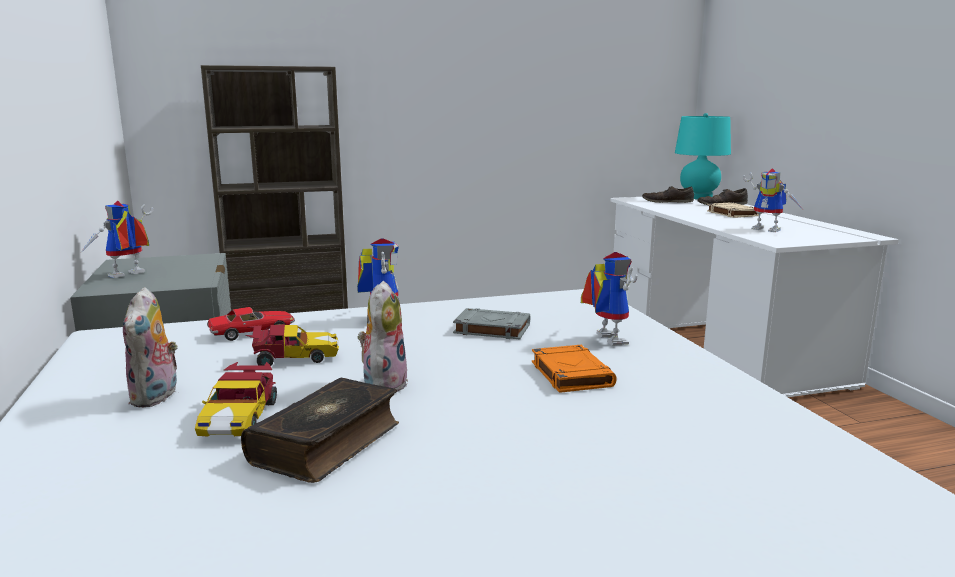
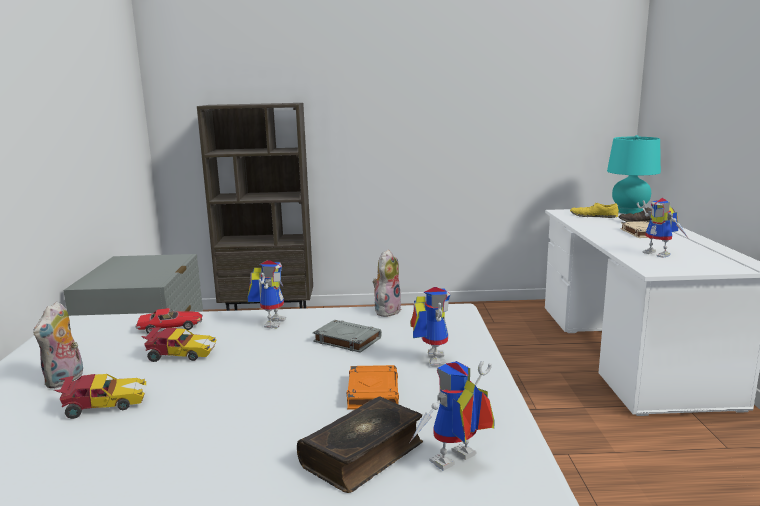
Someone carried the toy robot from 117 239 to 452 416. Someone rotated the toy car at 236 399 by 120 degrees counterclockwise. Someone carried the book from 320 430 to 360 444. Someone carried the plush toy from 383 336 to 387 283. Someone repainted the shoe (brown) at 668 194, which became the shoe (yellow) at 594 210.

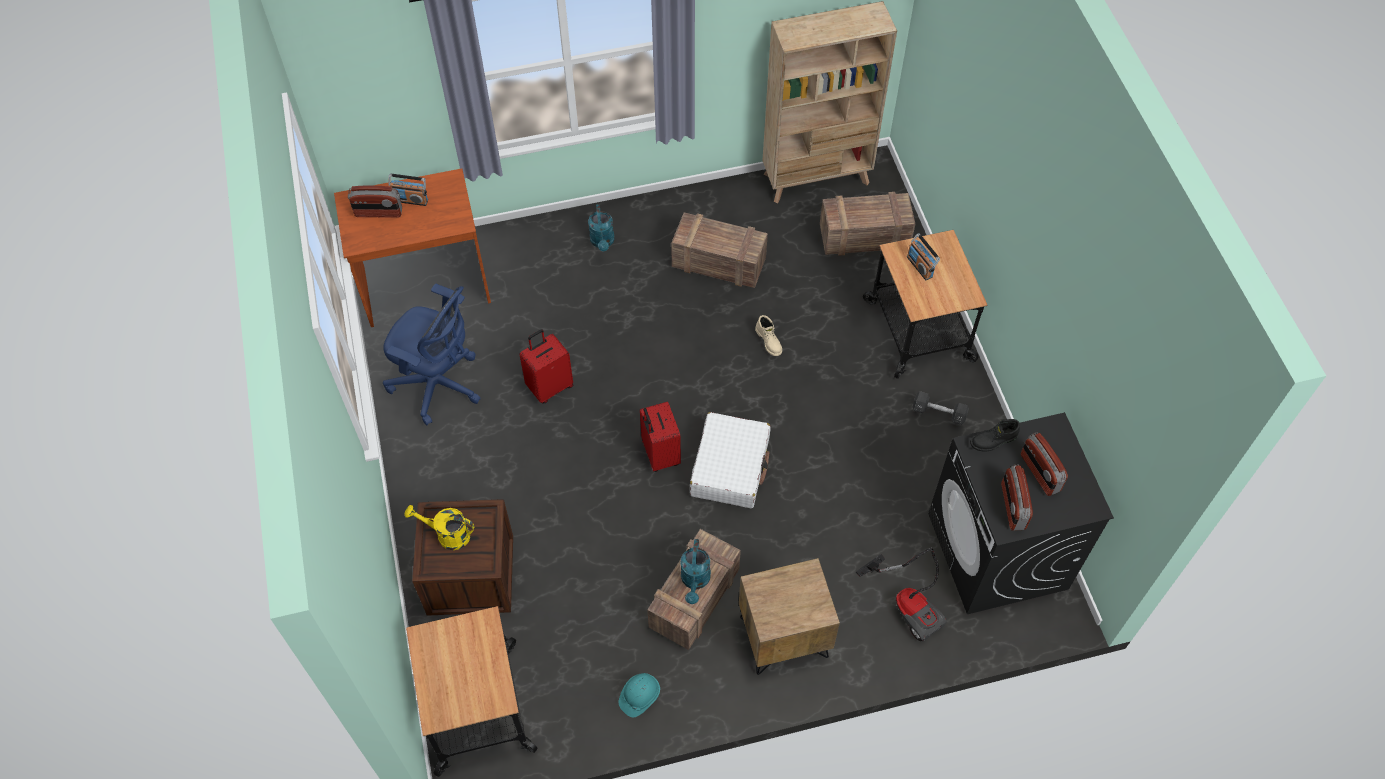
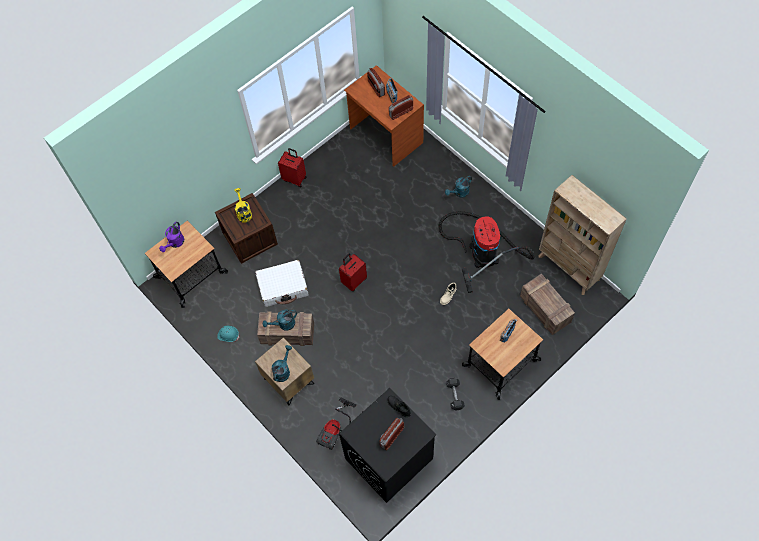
Someone took away the office chair (blue) at 432 354. Someone carried the suitcase (red) from 546 366 to 292 167. Someone swapped the crate at 719 250 for the vacuum cleaner at 486 252. Someone carried the suitcase (white) from 730 460 to 282 283. Someone carried the radio from 1017 497 to 401 107. Someone put down the watering can (purple) at 171 237. Someone put down the watering can (turquoise) at 282 363.

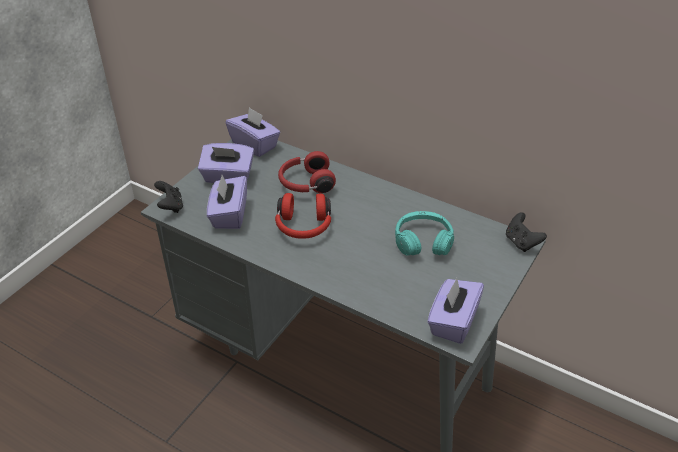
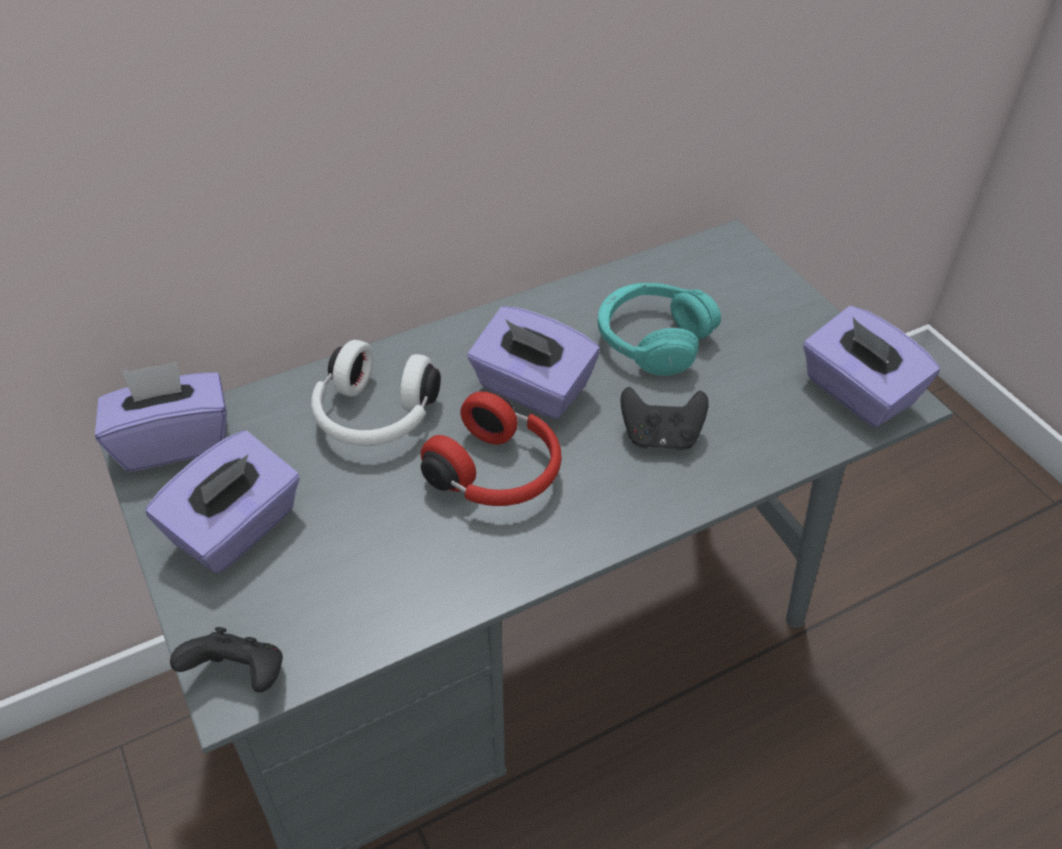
Someone carried the tissue box (purple) from 227 202 to 534 362. Someone repainted the headphones (red) at 307 172, which became the headphones (white) at 376 393. Someone carried the game controller (black) from 526 232 to 664 418.

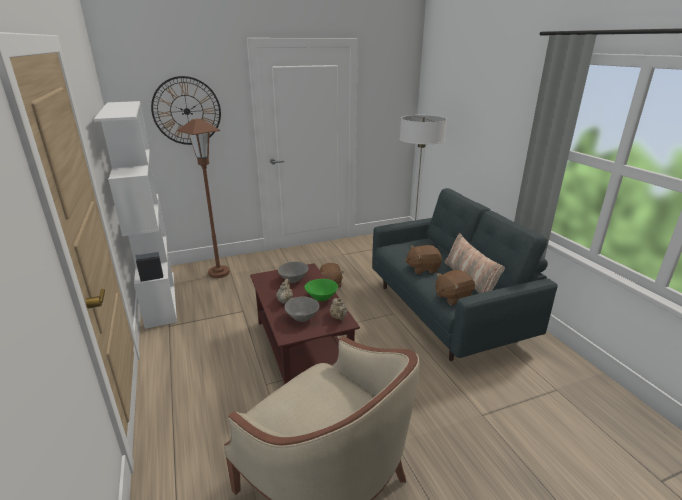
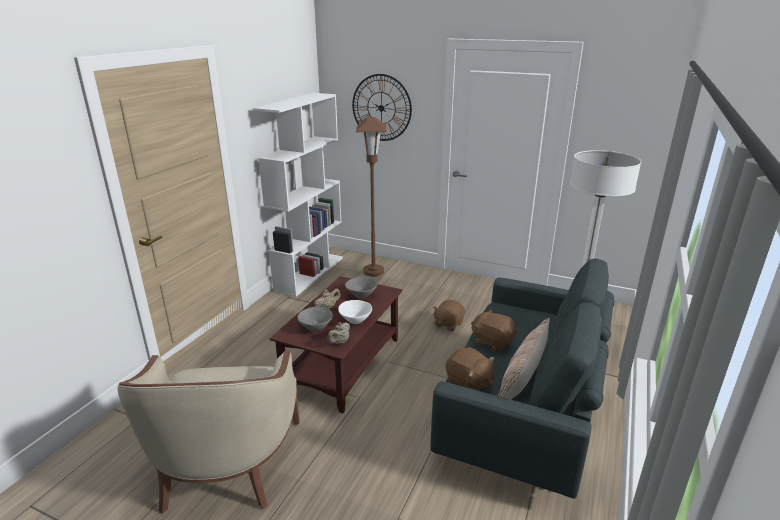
Someone repainted the bowl (green) at 321 290, which became the bowl (white) at 355 312. Someone rotated the plush toy (brown) at 455 287 by 150 degrees counterclockwise.

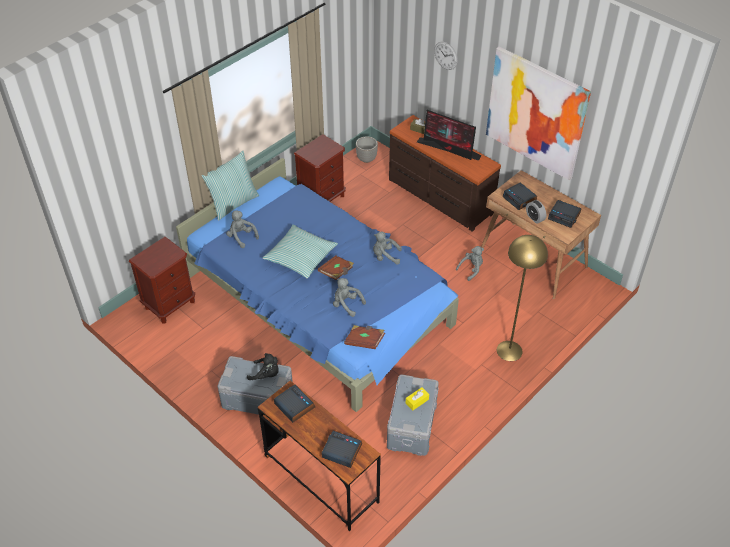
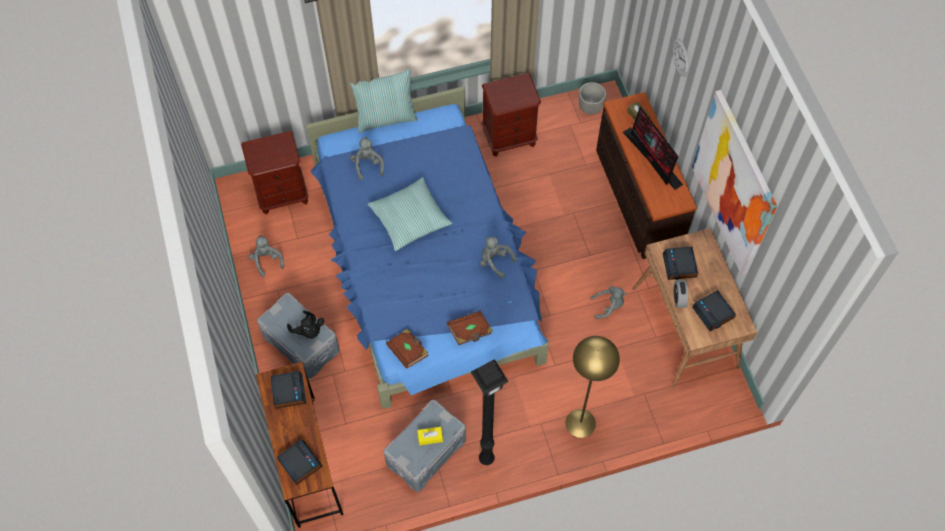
Someone carried the book (brown) from 336 268 to 470 328. Someone carried the plush toy (grey) from 349 297 to 266 256. Someone put down the floor lamp (black) at 490 412.

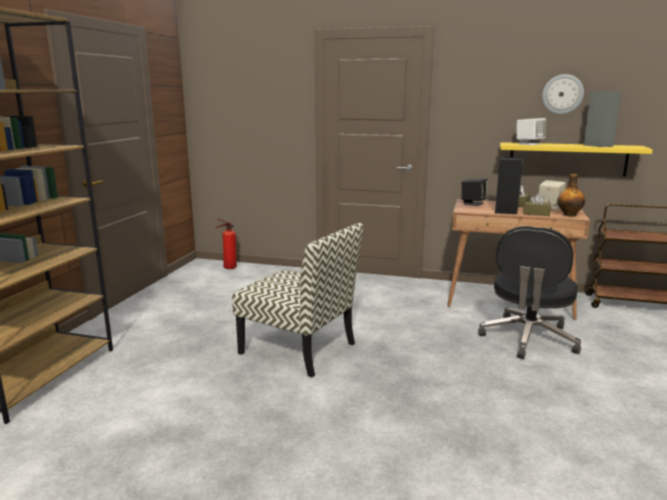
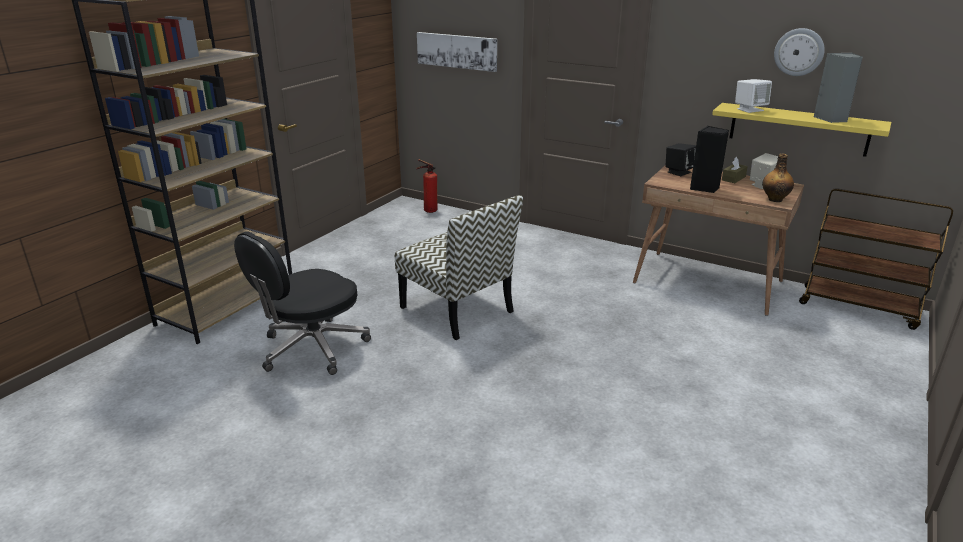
Someone carried the office chair (black) from 529 292 to 302 303. Someone took away the tissue box (brown) at 537 204. Someone put up the picture at 457 52.

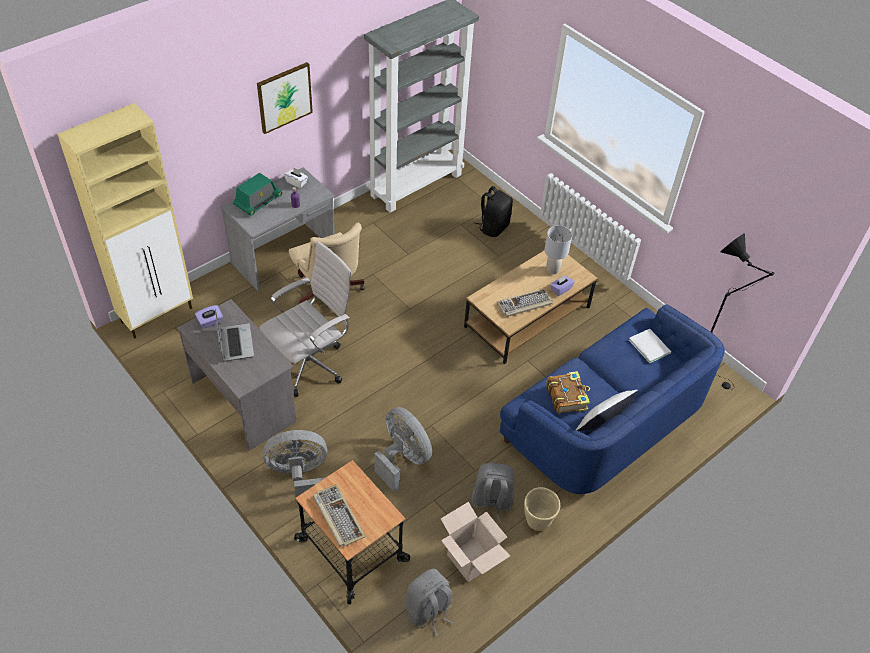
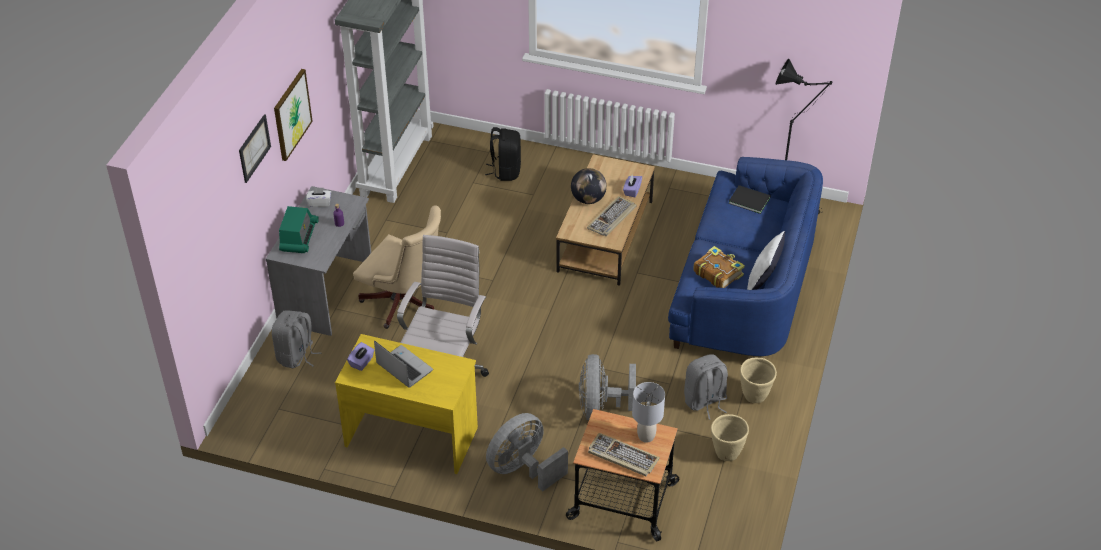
Someone took away the cabinet (beige) at 125 221. Someone repainted the desk (grey) at 237 375, which became the desk (yellow) at 406 404. Someone rotated the fan (grey) at 403 449 by 105 degrees counterclockwise. Someone carried the backpack (grey) from 429 602 to 296 339. Someone swapped the cardboard box at 475 542 for the planter (beige) at 730 437. Someone carried the table lamp (grey) from 558 250 to 648 412. Someone repainted the book (white) at 650 346, which became the book (black) at 750 199. Someone put up the picture at 255 148. Someone put down the globe at 589 186.

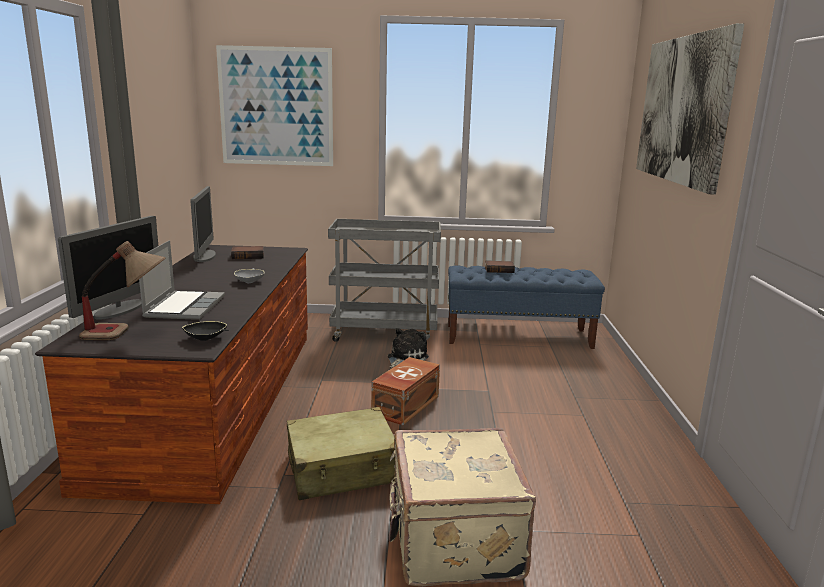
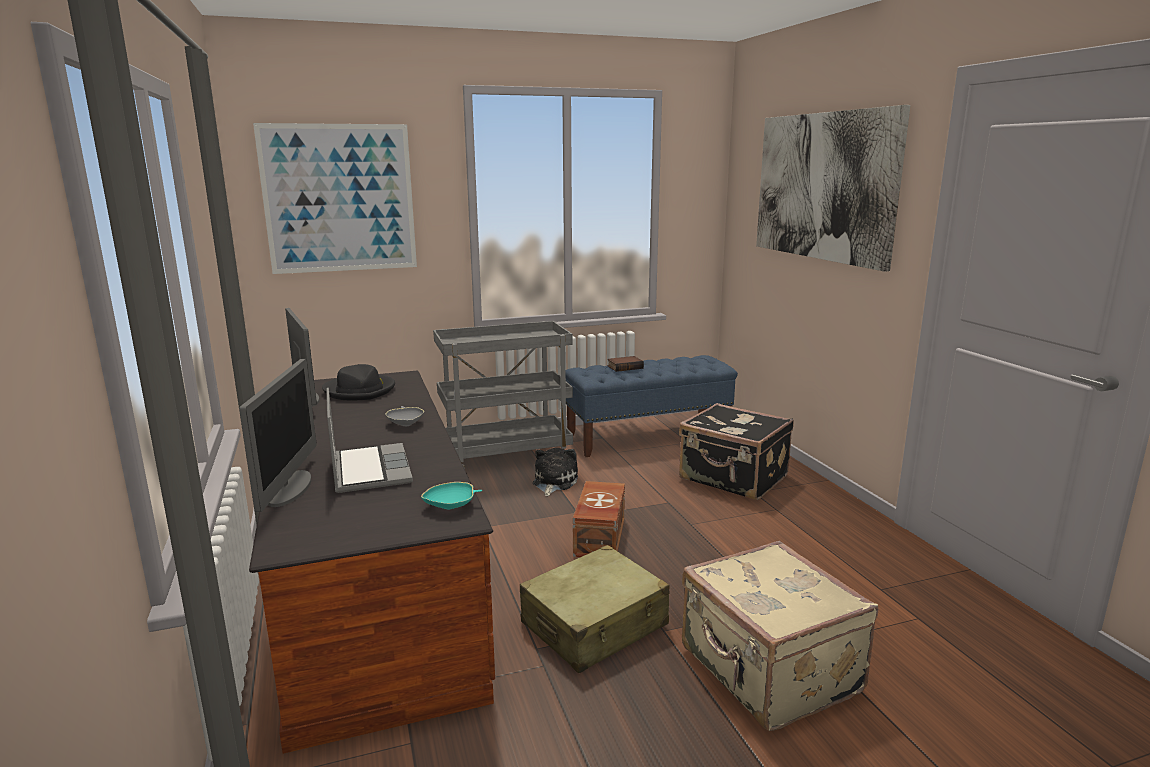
Someone took away the table lamp at 122 290. Someone repainted the bowl (black) at 205 331, which became the bowl (turquoise) at 451 495. Someone swapped the book at 247 252 for the hat (black) at 358 382. Someone put down the suitcase (black) at 736 451.

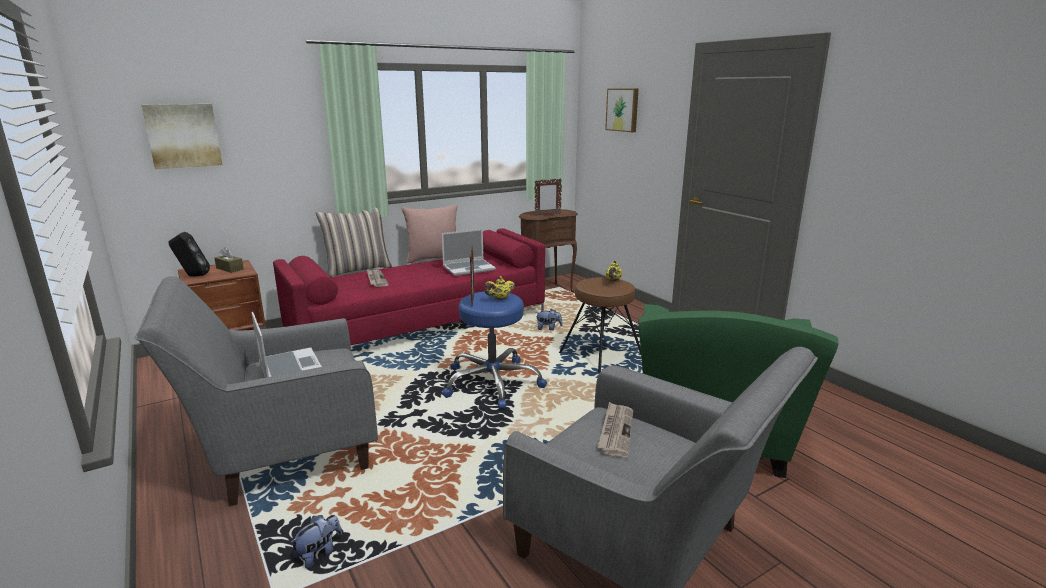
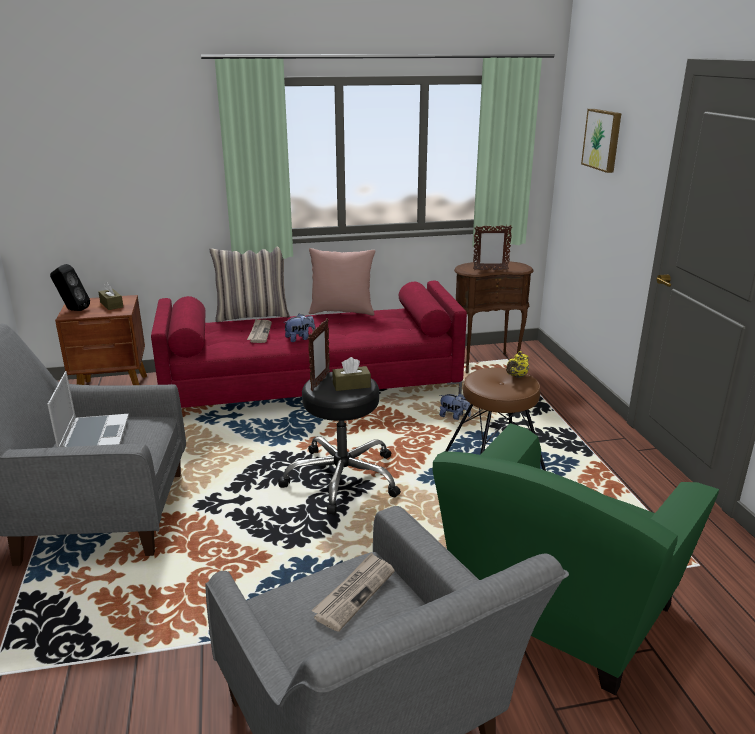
Someone took away the picture at 182 136. Someone carried the plush toy from 316 542 to 299 328. Someone took away the laptop at 469 252. Someone repainted the stool (blue) at 494 350, which became the stool (black) at 339 443. Someone swapped the teapot (yellow) at 499 288 for the tissue box (brown) at 351 374.

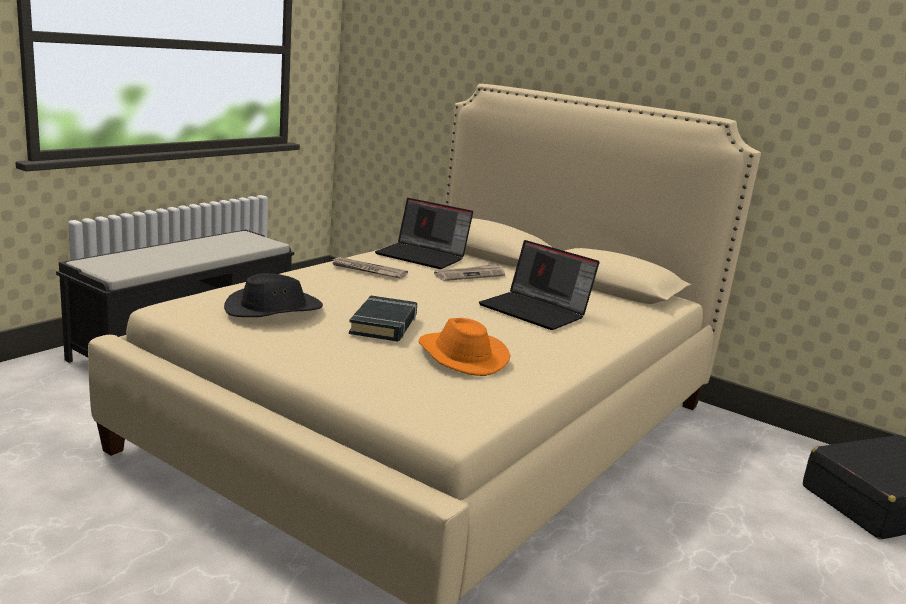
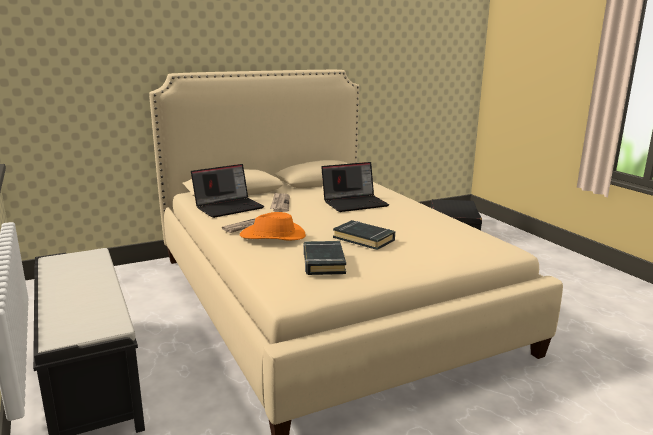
Someone swapped the hat (black) at 273 295 for the book (black) at 324 258. Someone carried the hat (orange) from 465 347 to 273 226.

